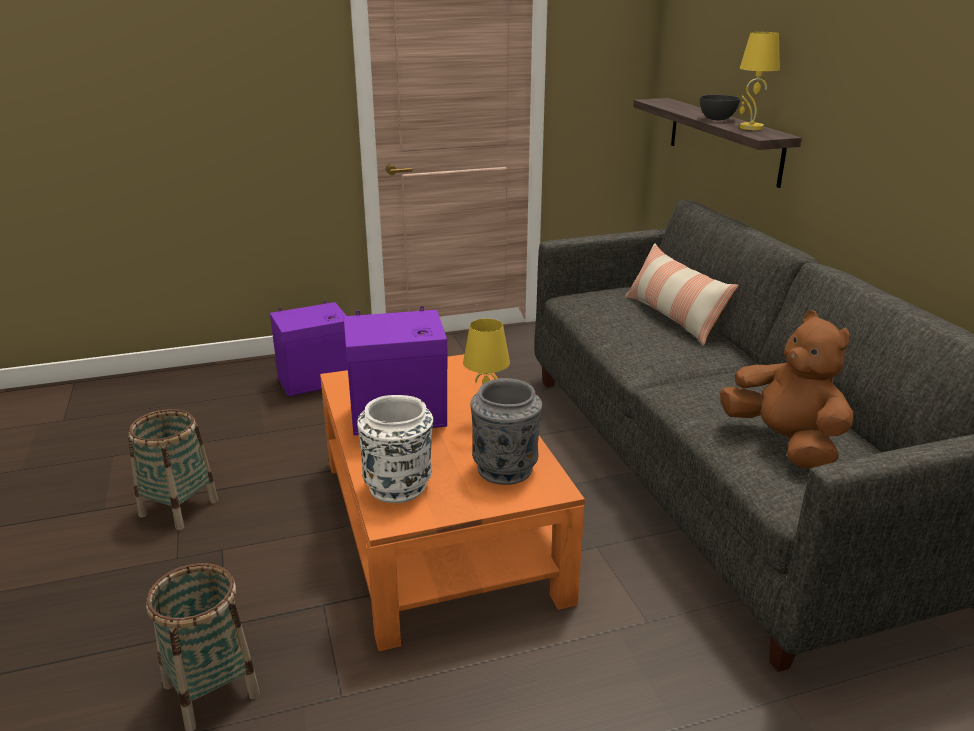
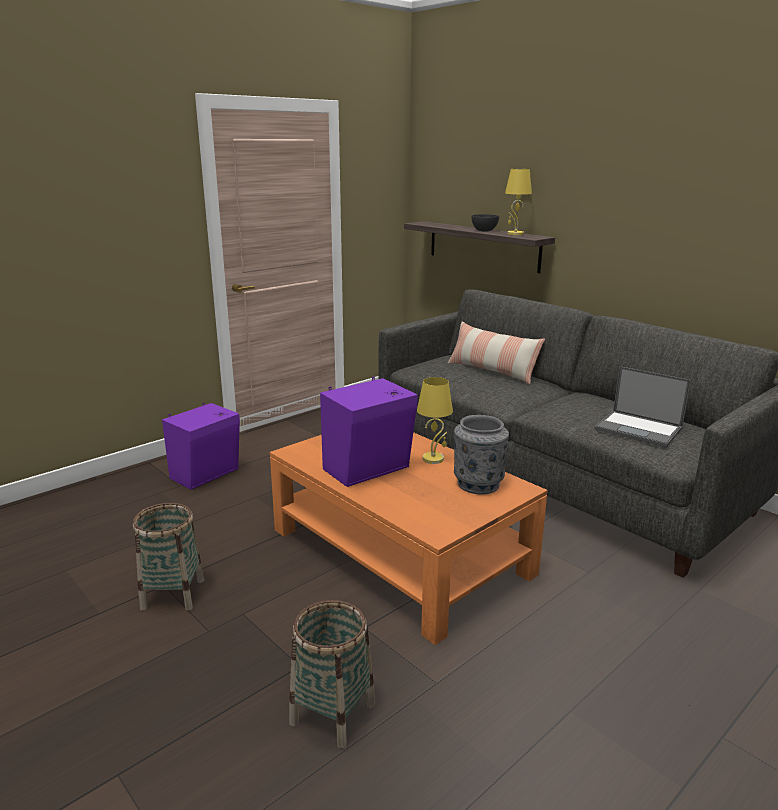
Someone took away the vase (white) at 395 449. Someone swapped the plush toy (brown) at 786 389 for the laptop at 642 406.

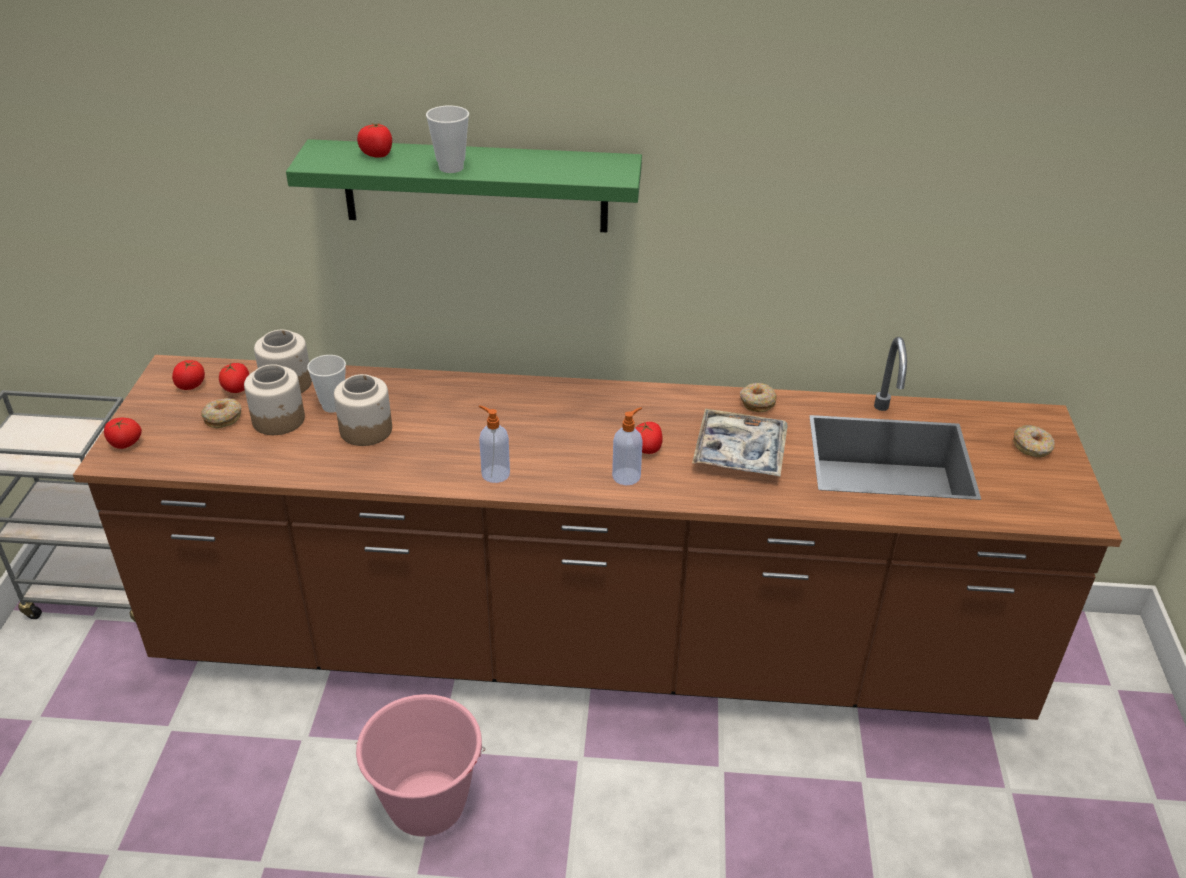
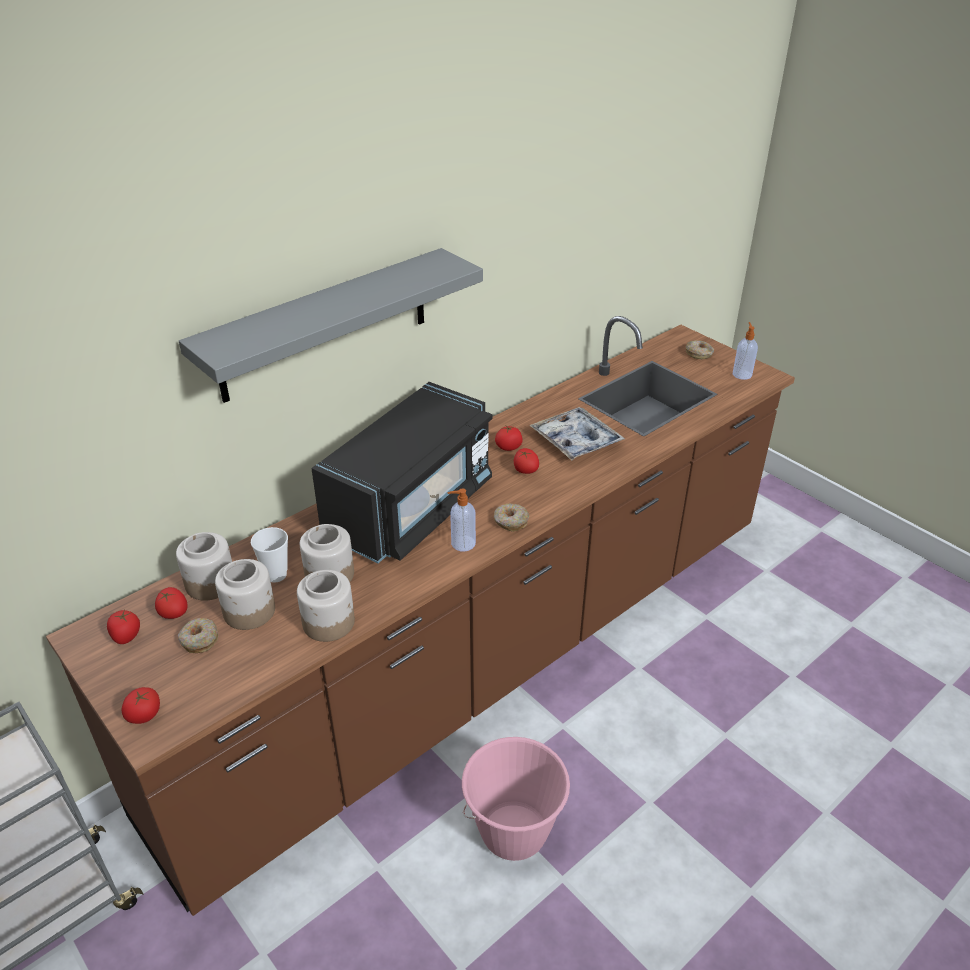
Someone repainted the shelf (green) at 464 185, which became the shelf (grey) at 331 325. Someone carried the tomato from 374 140 to 509 438. Someone took away the cup at 447 139. Someone carried the soap dispenser from 627 446 to 745 351. Someone carried the donut from 758 397 to 512 517. Someone put down the jar at 326 606. Someone put down the microwave (black) at 402 472.

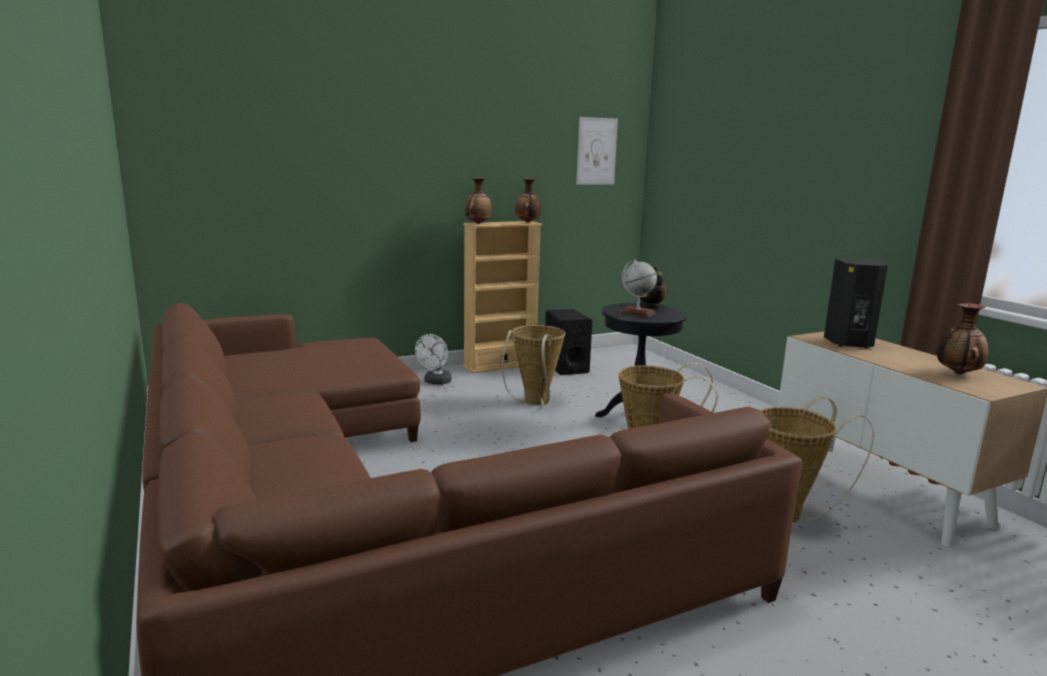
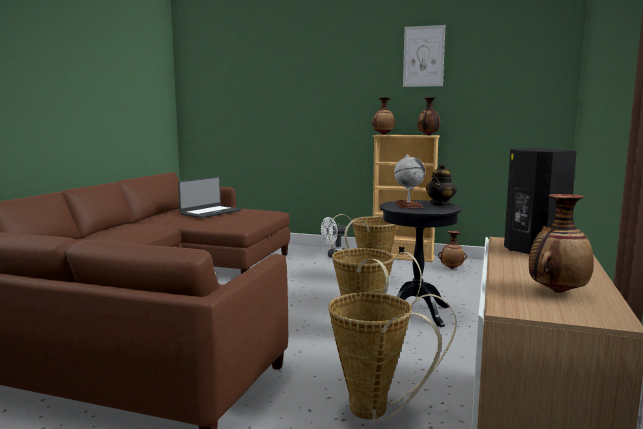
Someone swapped the speaker (black) at 568 342 for the vase at 452 250. Someone carried the picture from 597 151 to 424 56. Someone put down the laptop at 209 197.

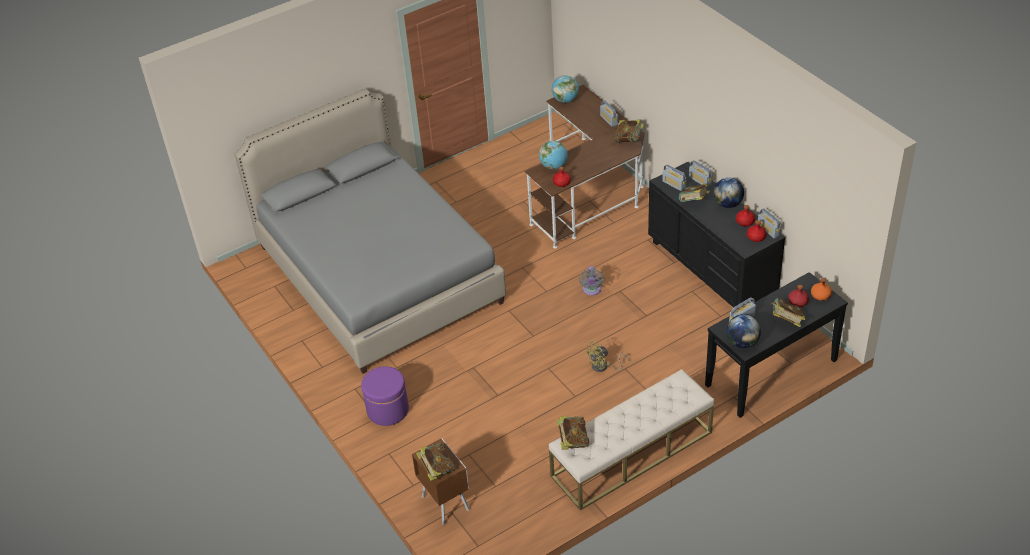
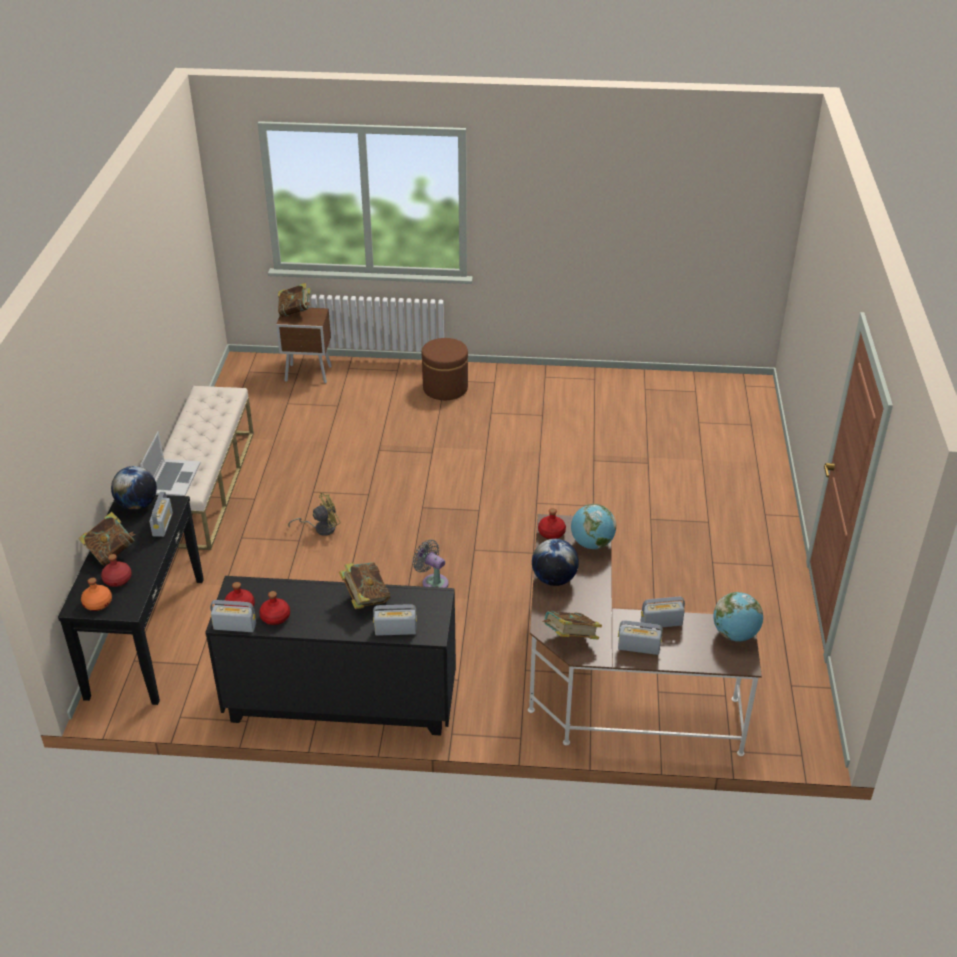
Someone took away the bed (grey) at 370 231. Someone repainted the ottoman (purple) at 385 396, which became the ottoman (brown) at 445 369. Someone took away the book at 572 433. Someone rotated the fan (yellow) at 607 356 by 60 degrees clockwise. Someone carried the radio from 674 177 to 663 613. Someone carried the globe from 728 193 to 555 562. Someone put down the laptop at 170 463.

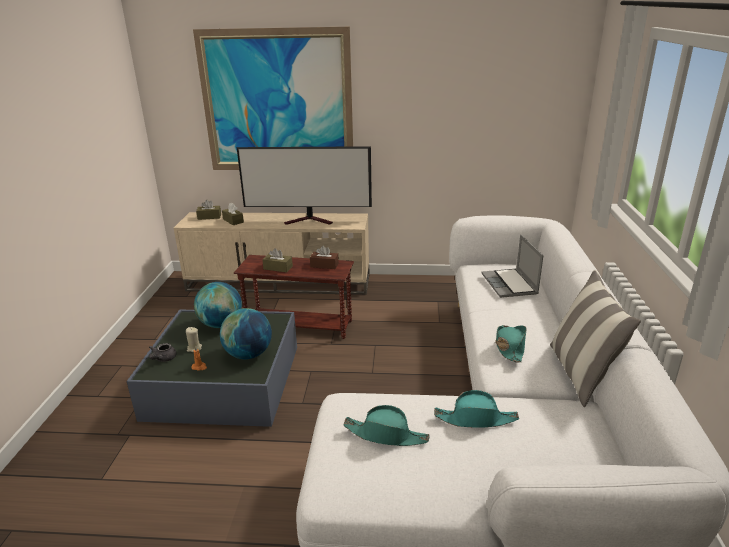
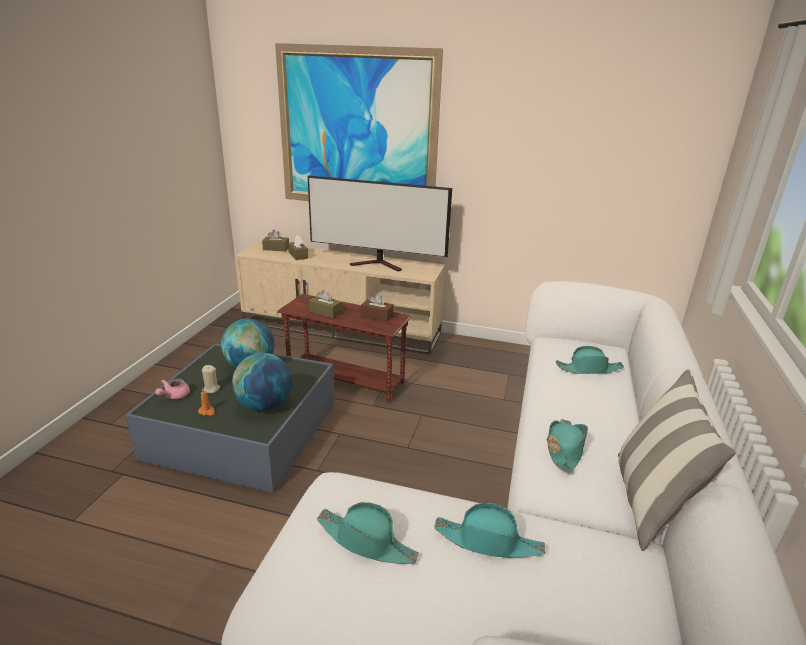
Someone repainted the teapot (grey) at 163 352, which became the teapot (pink) at 172 389. Someone swapped the laptop at 513 266 for the hat (turquoise) at 590 360.

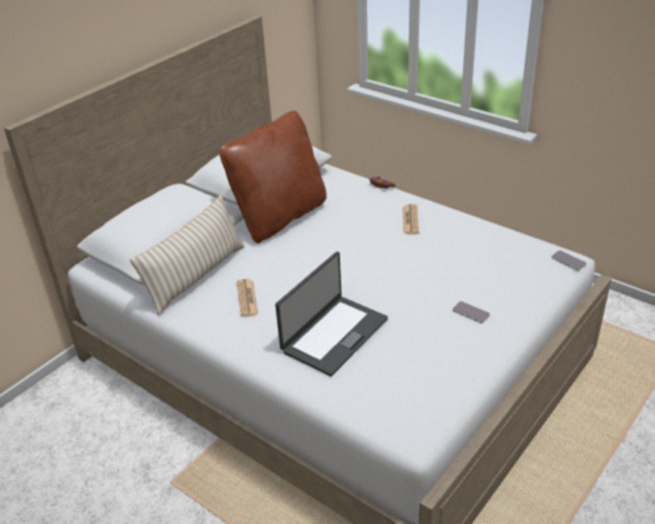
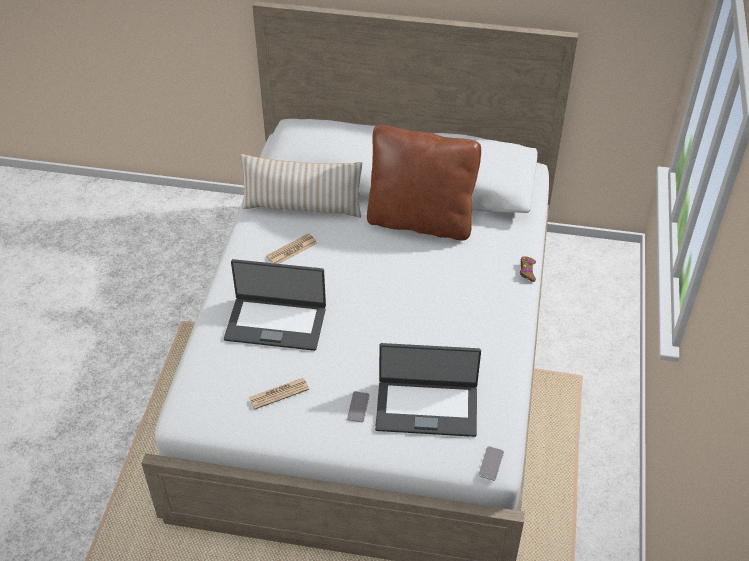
Someone carried the newspaper from 411 219 to 278 394. Someone put down the laptop at 428 390.

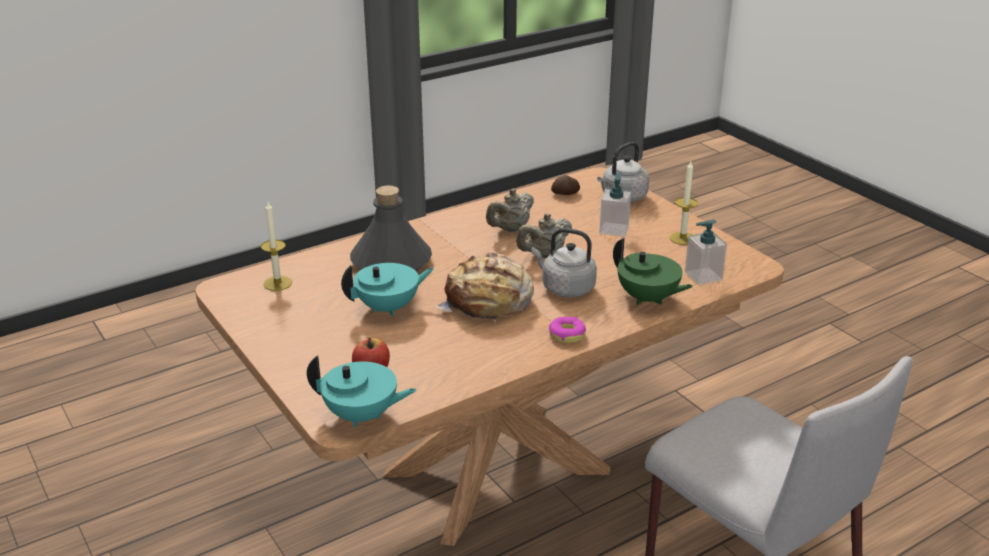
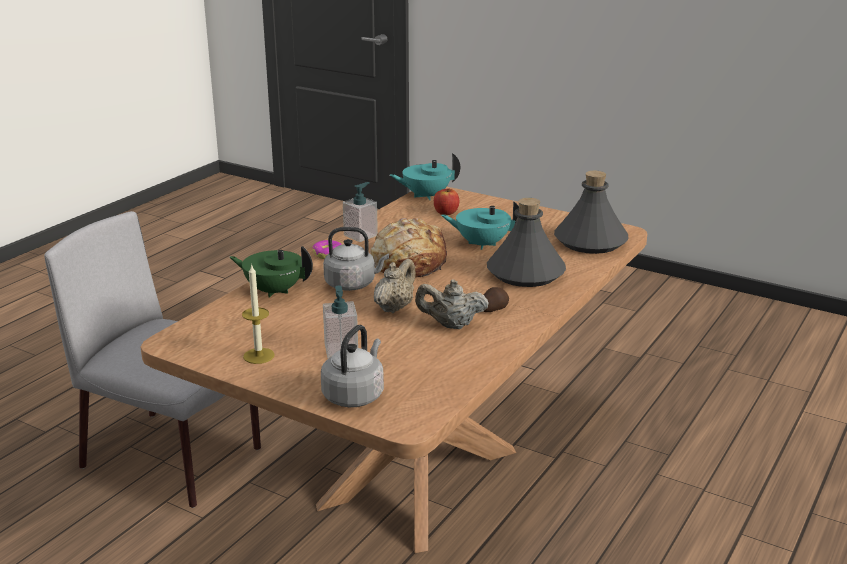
Someone swapped the candle at 276 246 for the bottle (grey) at 591 212. Someone rotated the teapot (turquoise) at 387 290 by 60 degrees clockwise. Someone rotated the teapot (beige) at 510 210 by 105 degrees counterclockwise. Someone carried the potato from 565 185 to 496 299. Someone carried the soap dispenser from 706 252 to 360 212.

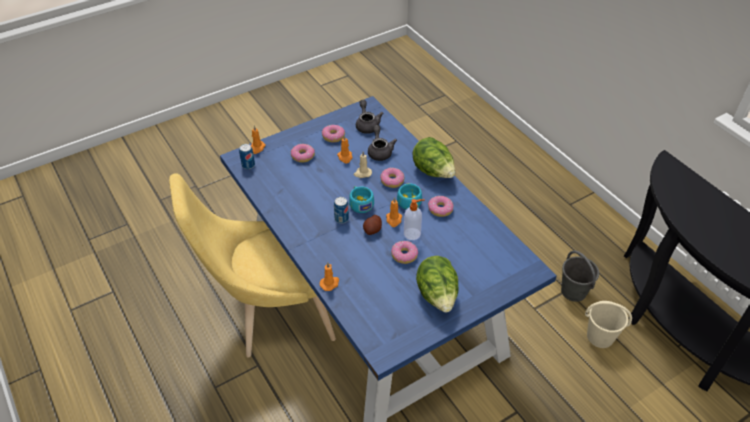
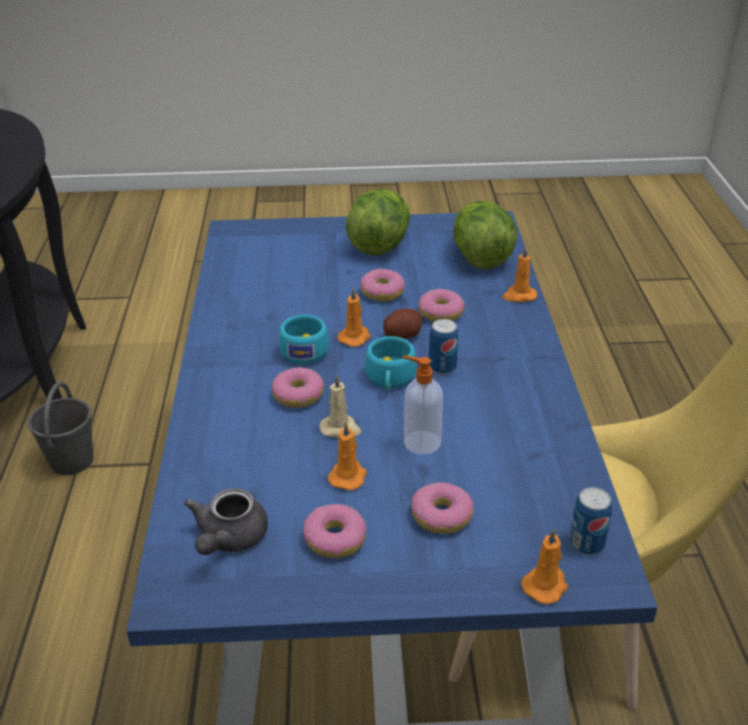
Someone took away the teapot (grey) at 382 143. Someone carried the soap dispenser from 414 219 to 422 405. Someone carried the lettuce from 433 157 to 485 235. Someone carried the donut from 440 206 to 441 305. Someone took away the bucket (beige) at 608 324.

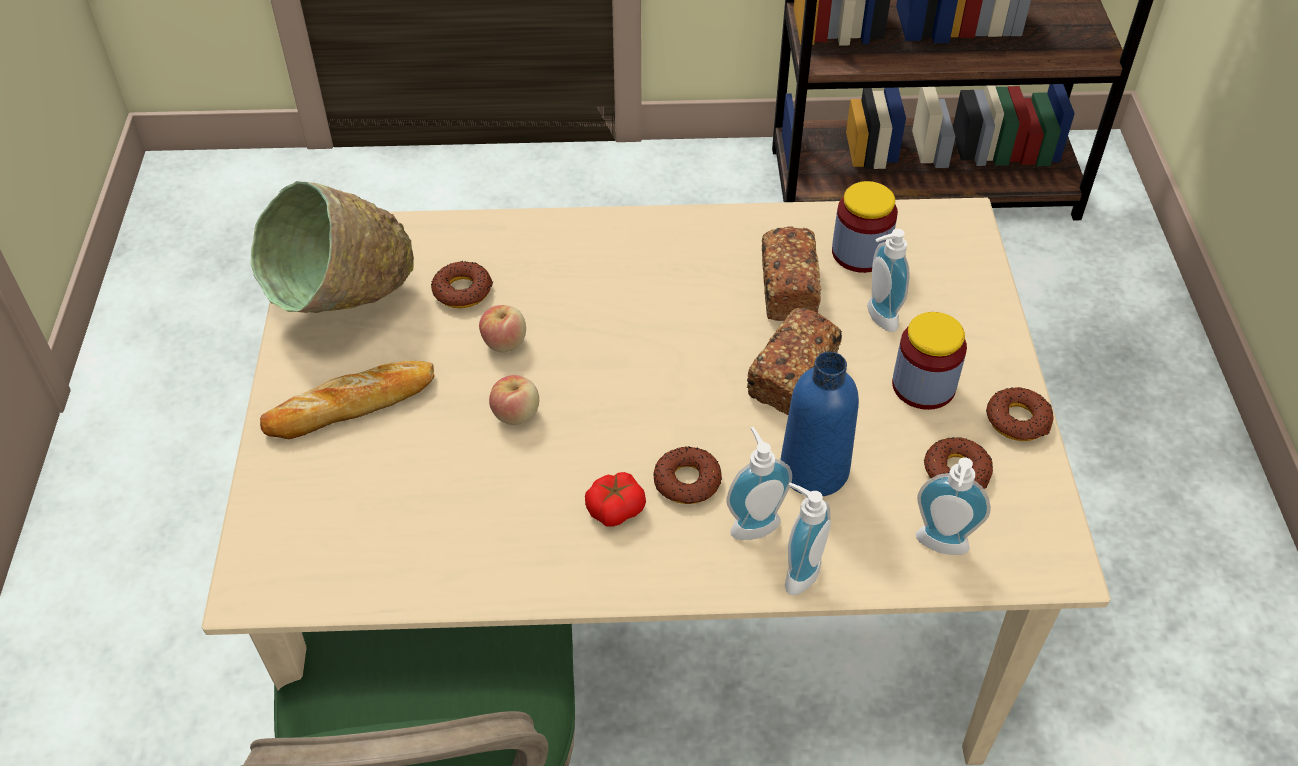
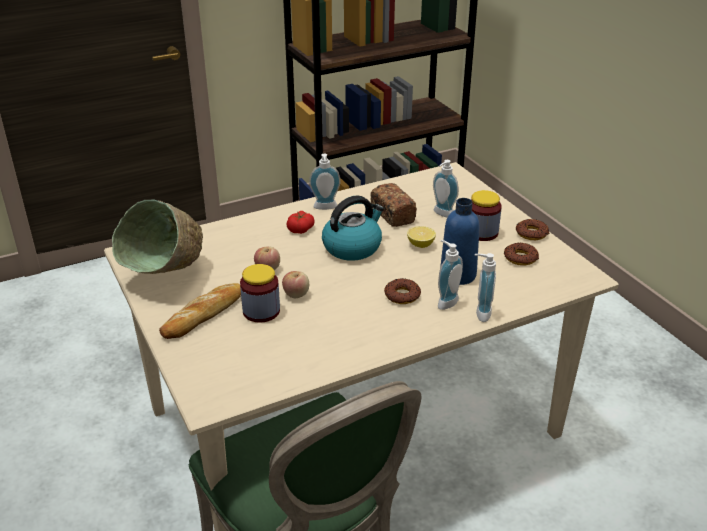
Someone took away the donut at 462 284. Someone carried the tomato from 615 499 to 300 222. Someone swapped the bread at 794 361 for the lemon at 421 237. Someone carried the jar from 865 227 to 260 293. Someone carried the soap dispenser from 953 506 to 325 182. Someone put down the kettle at 353 228.

